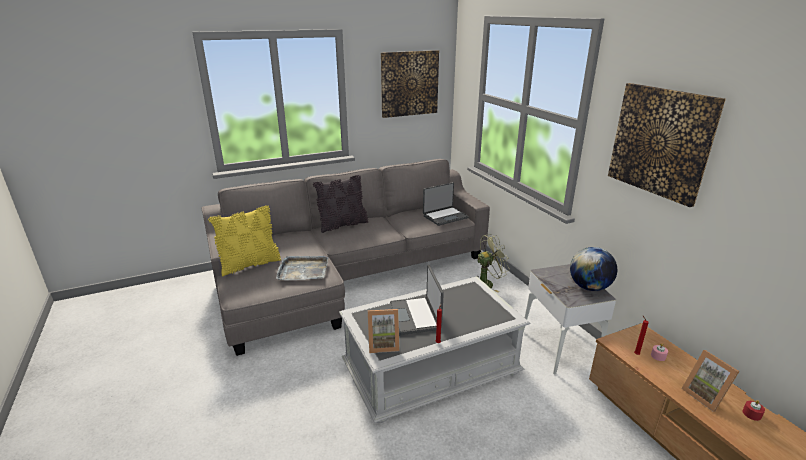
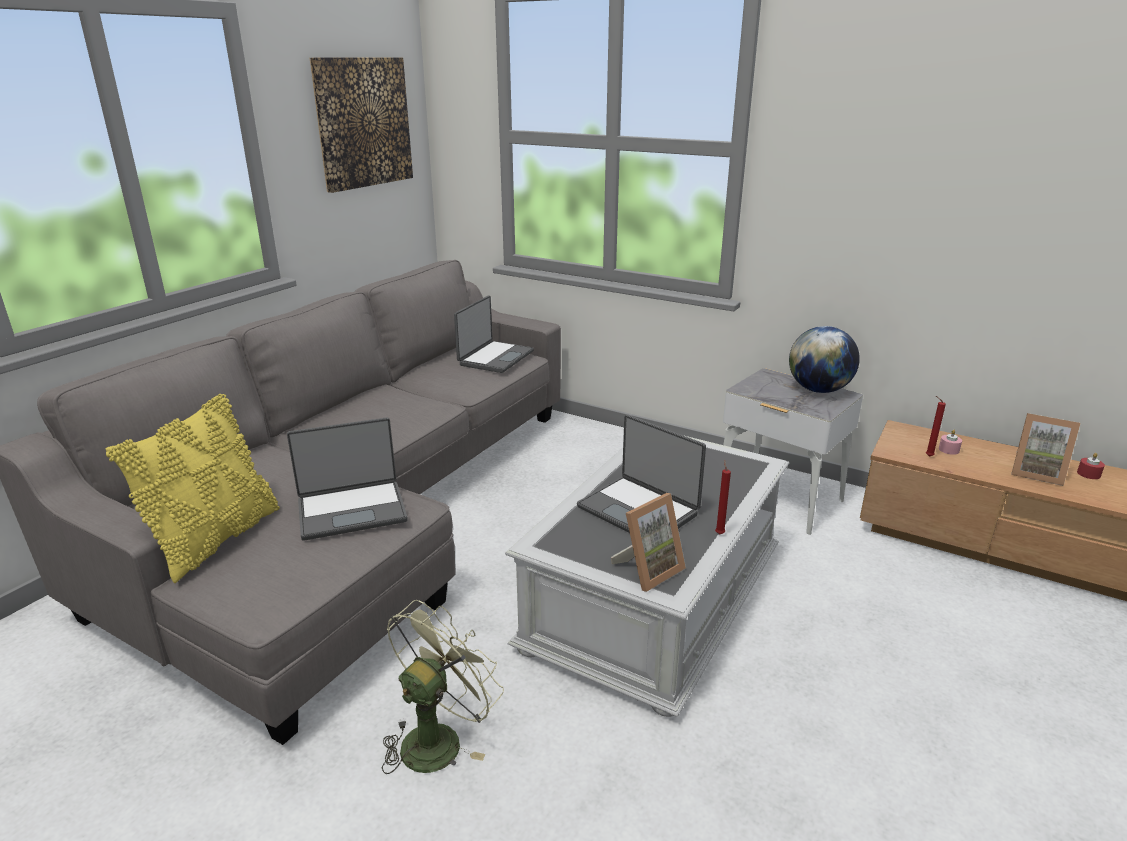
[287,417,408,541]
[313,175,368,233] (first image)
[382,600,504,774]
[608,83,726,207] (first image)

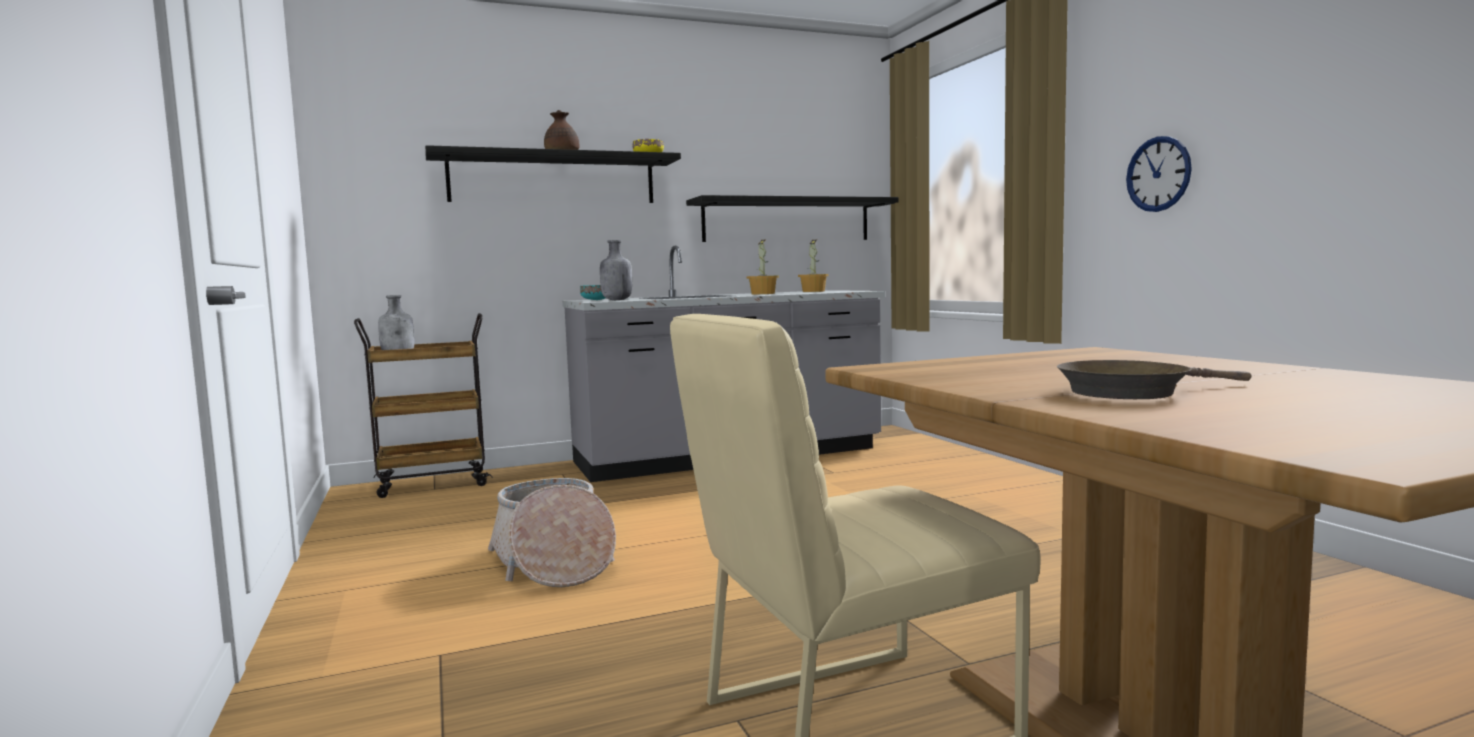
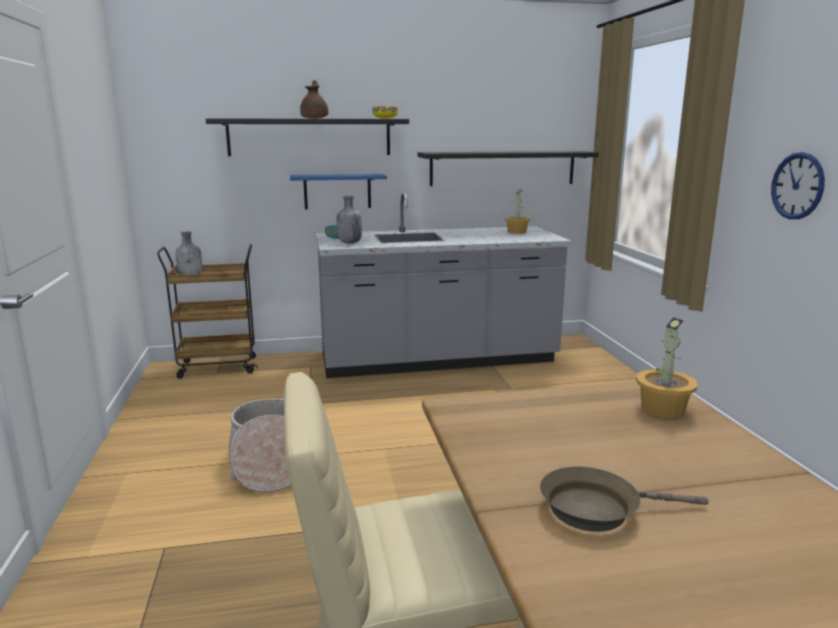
[636,317,698,418]
[290,174,387,210]

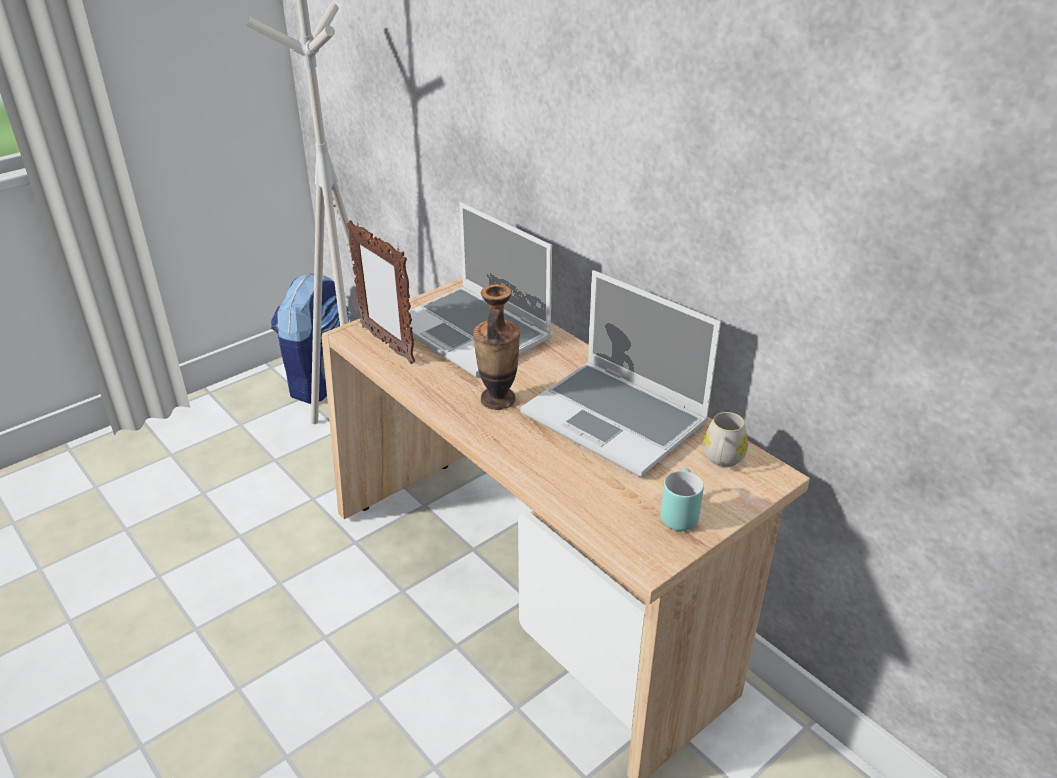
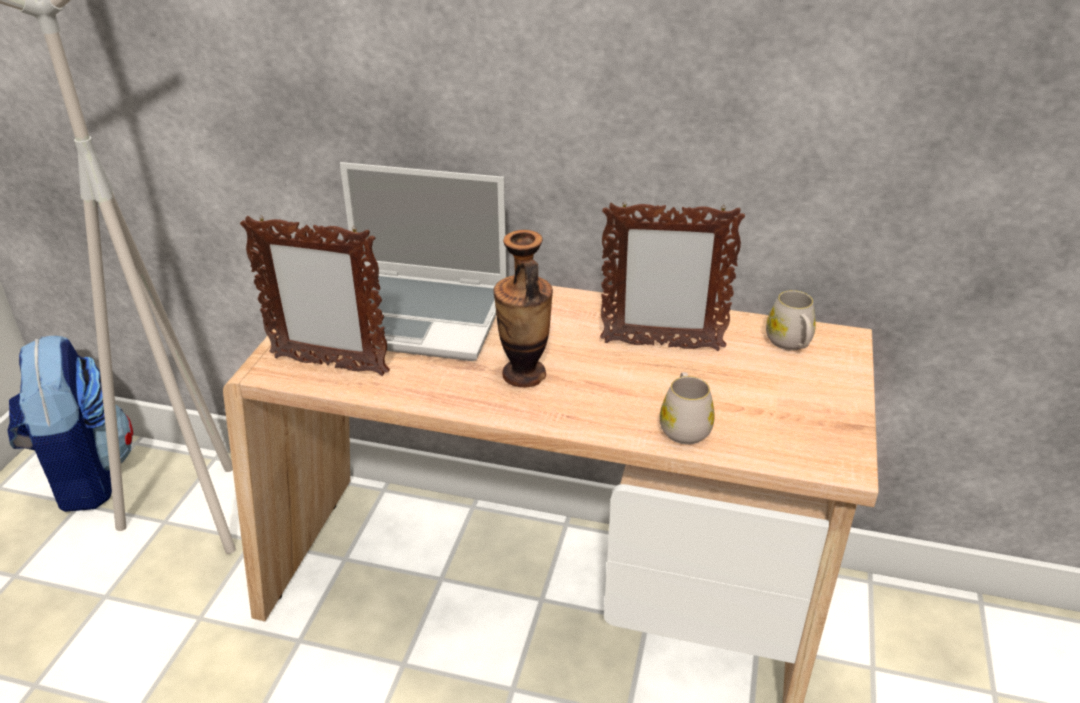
[600,201,745,351]
[661,468,704,531] (first image)
[660,372,715,444]

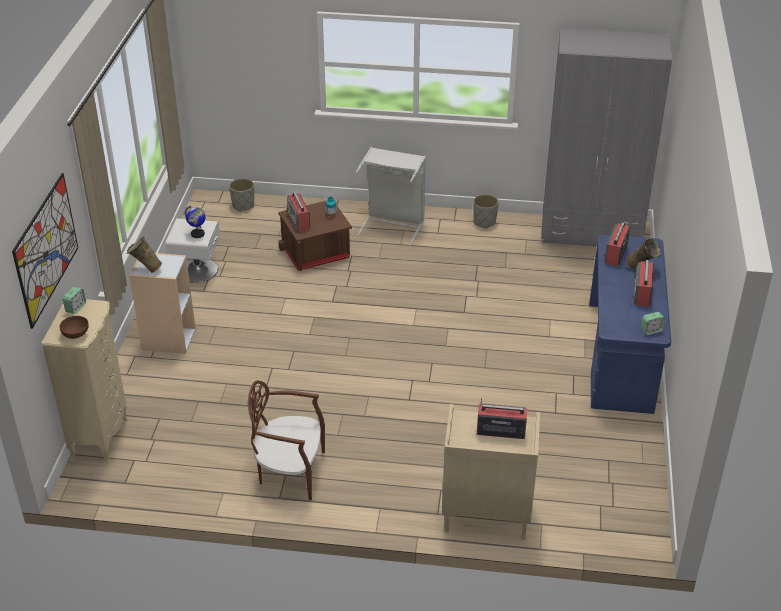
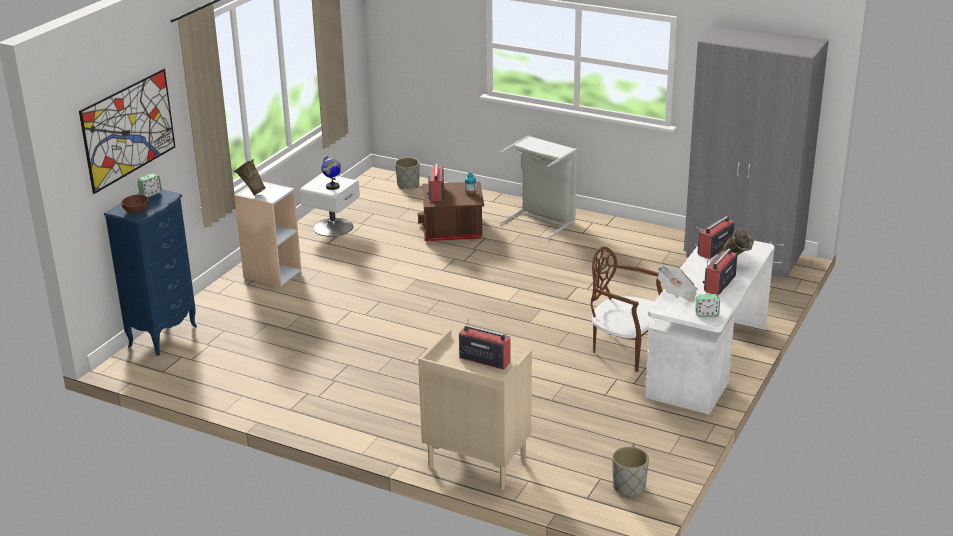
[104,189,197,356]
[590,246,662,372]
[612,447,649,497]
[645,241,775,414]
[658,266,698,303]

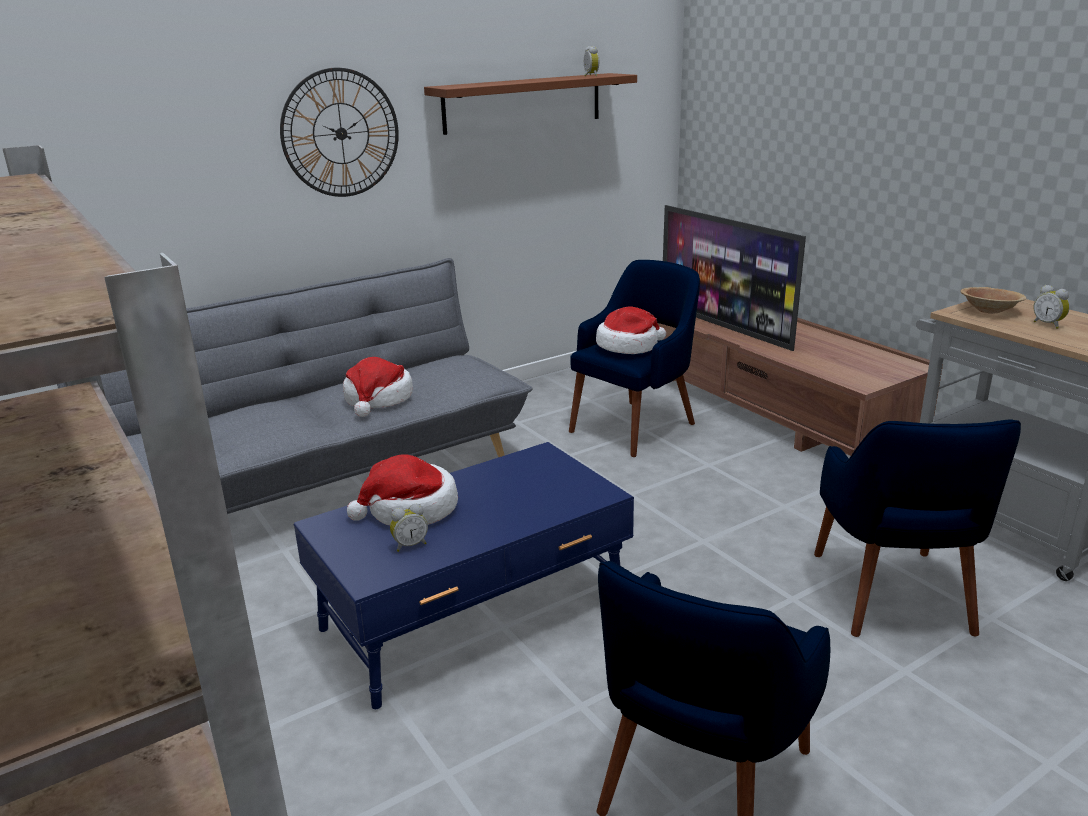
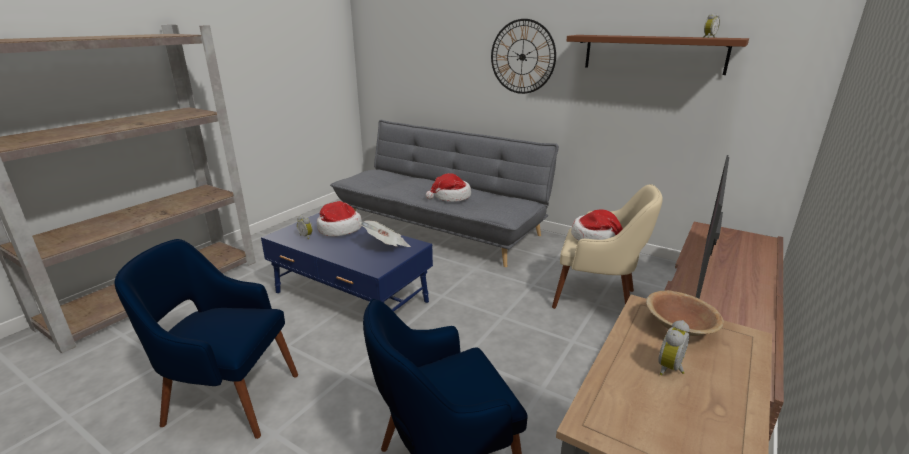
[552,184,663,309]
[359,221,411,247]

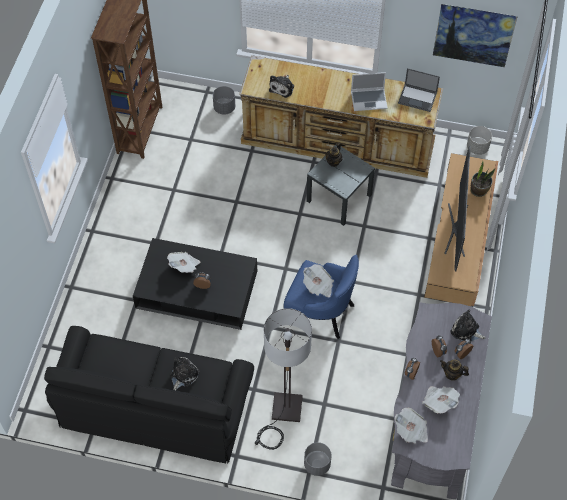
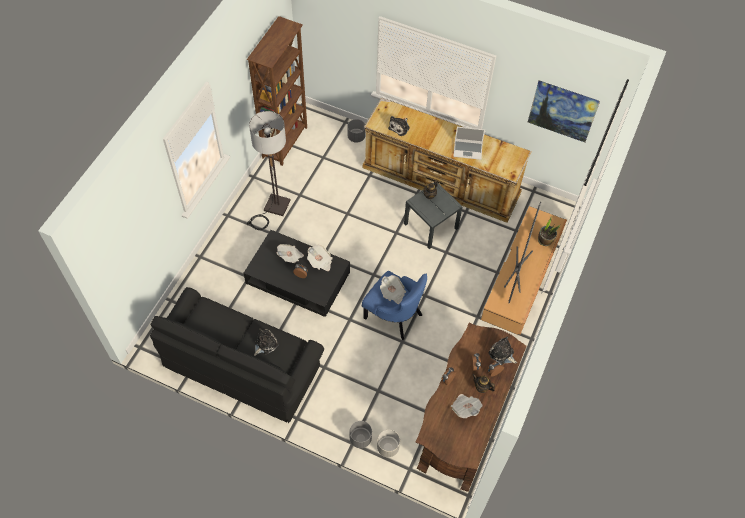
[247,111,290,230]
[416,323,527,492]
[307,245,333,271]
[398,68,440,112] (first image)
[377,430,400,457]

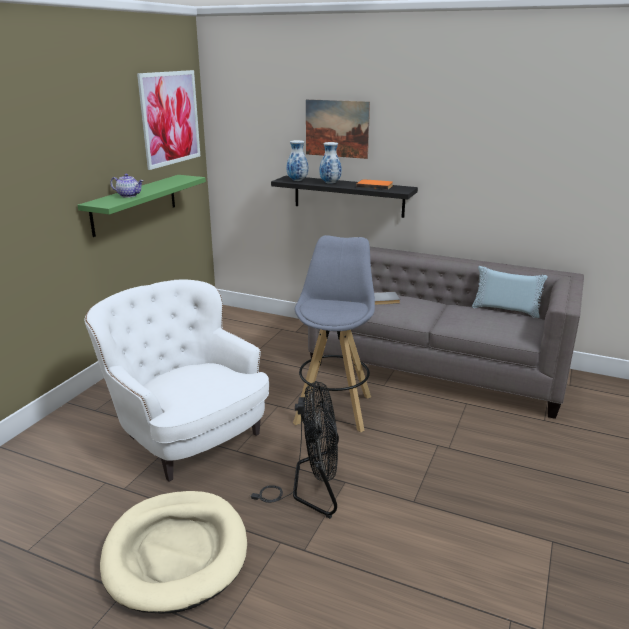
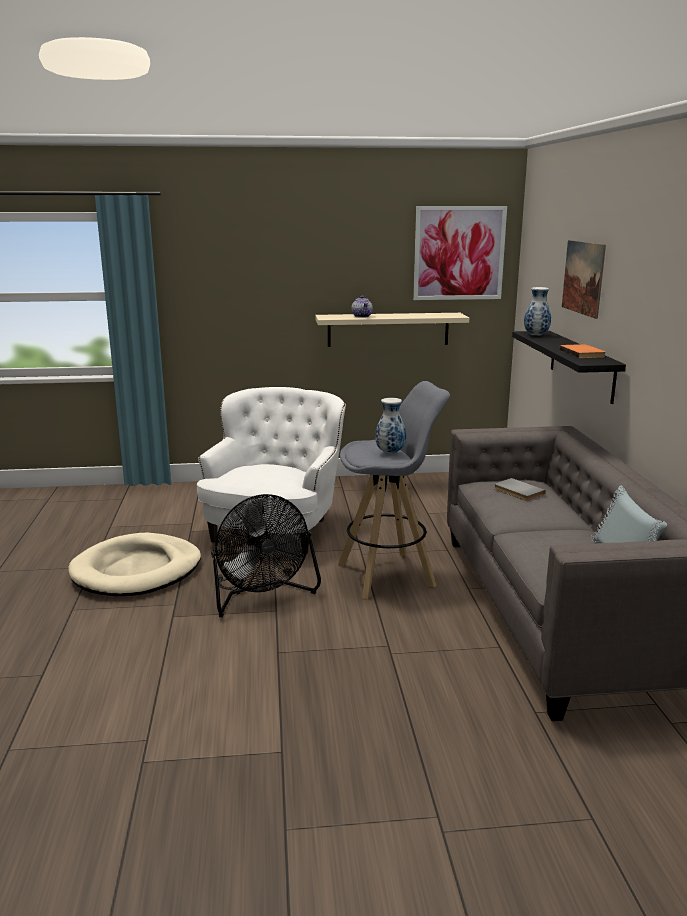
[315,313,469,347]
[375,398,406,454]

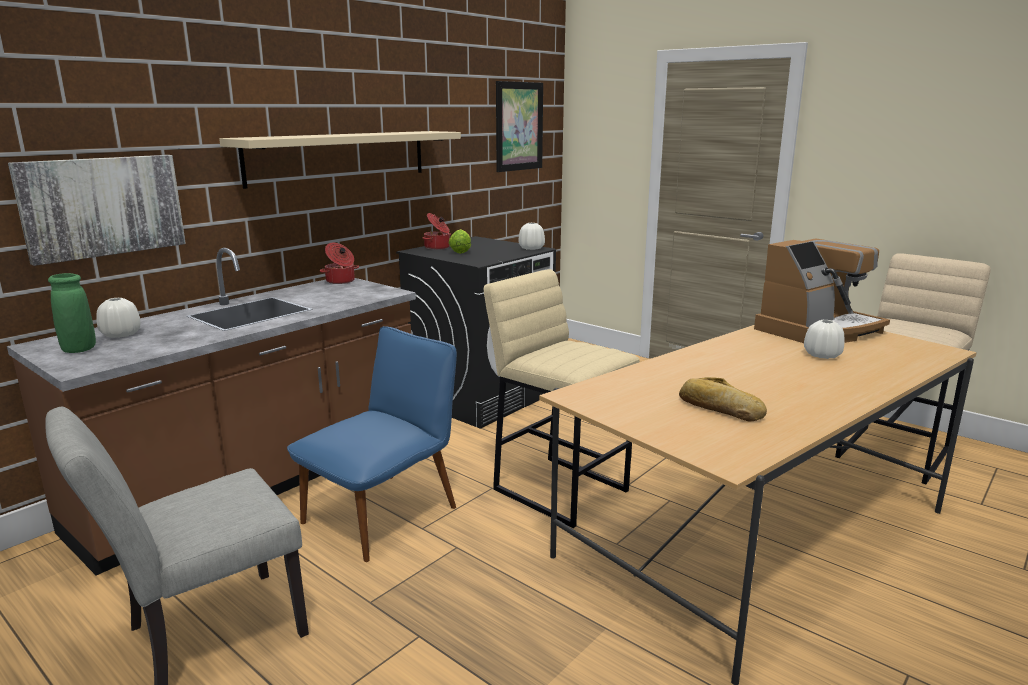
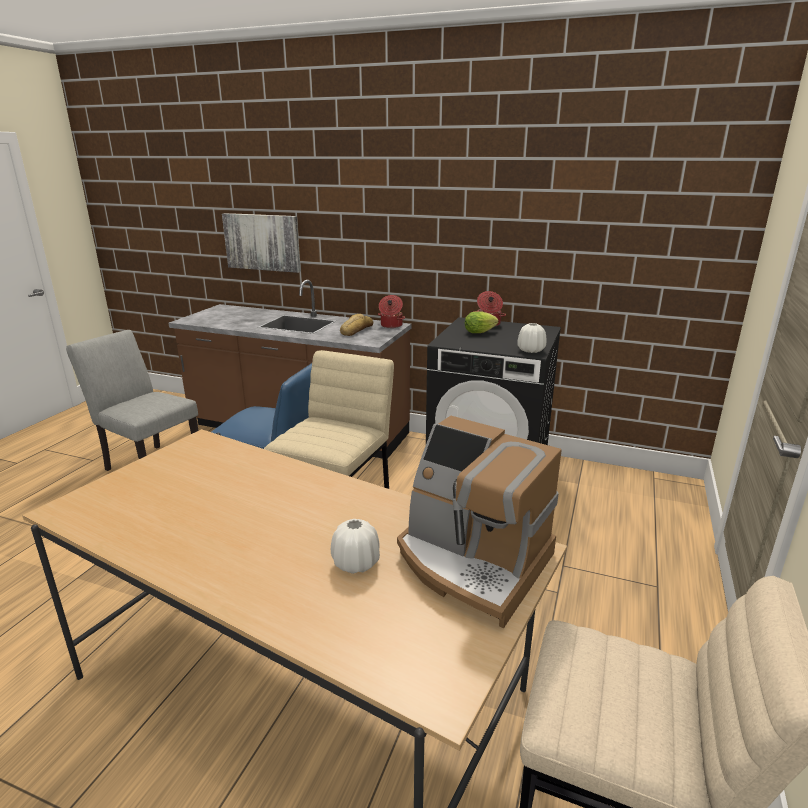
[48,273,96,353] (first image)
[96,298,141,338] (first image)
[219,131,461,189] (first image)
[496,81,543,172] (first image)
[340,314,373,336]

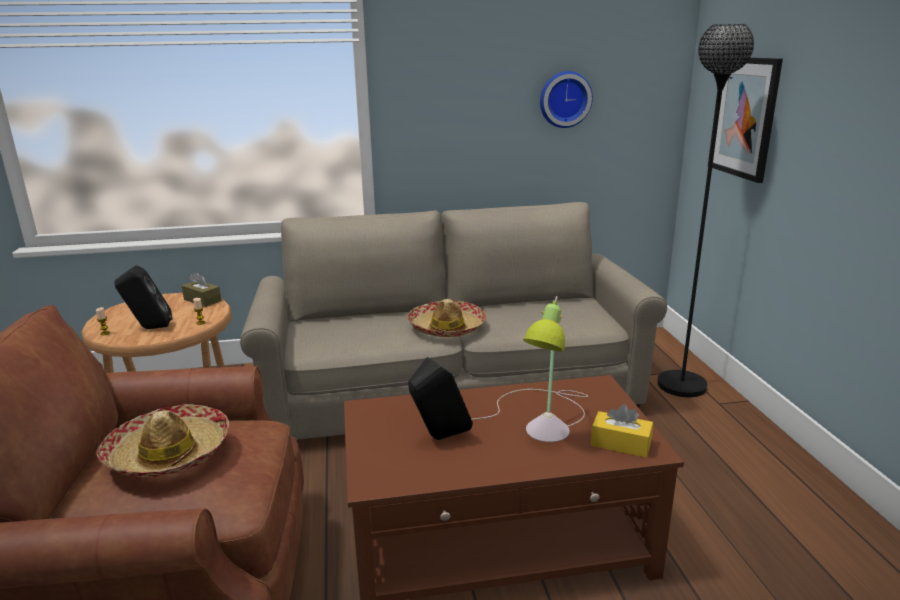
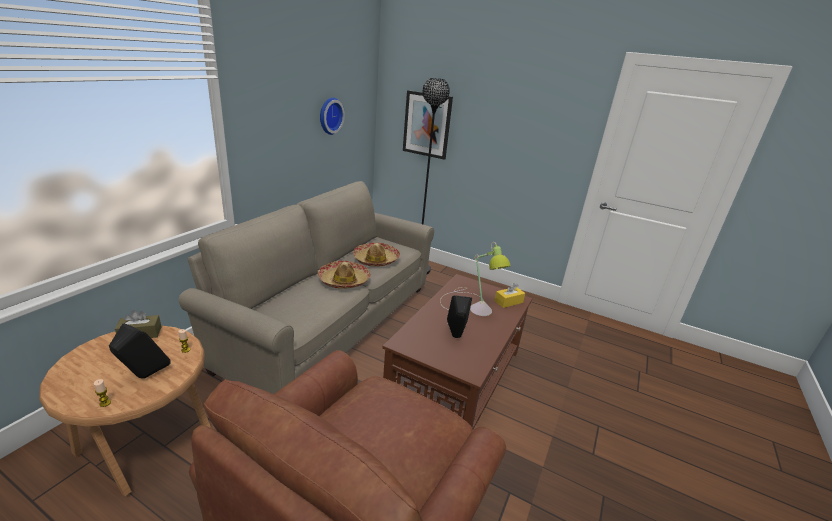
[353,243,400,267]

